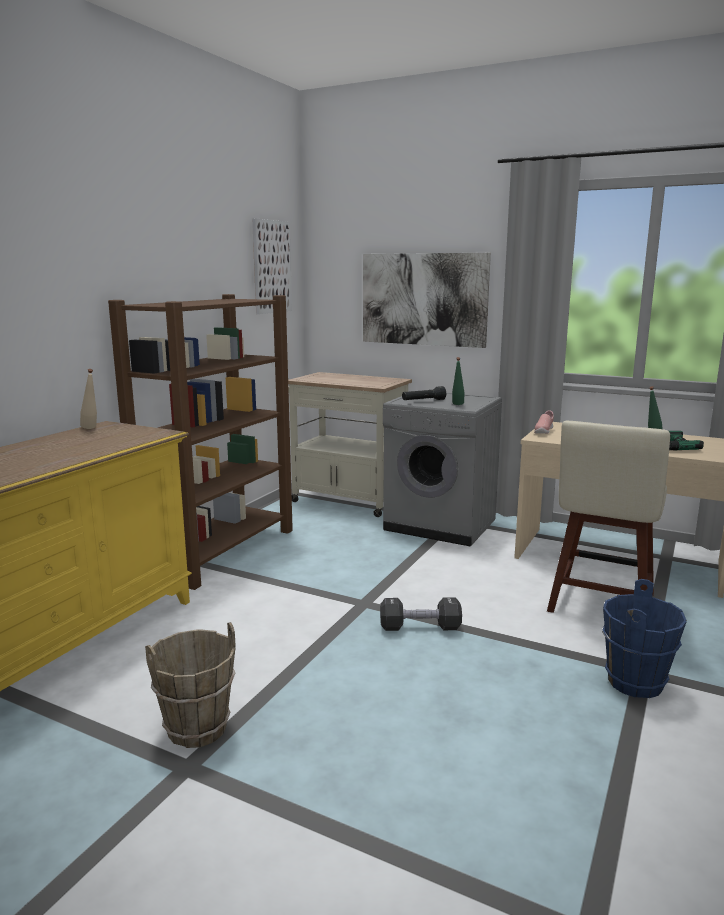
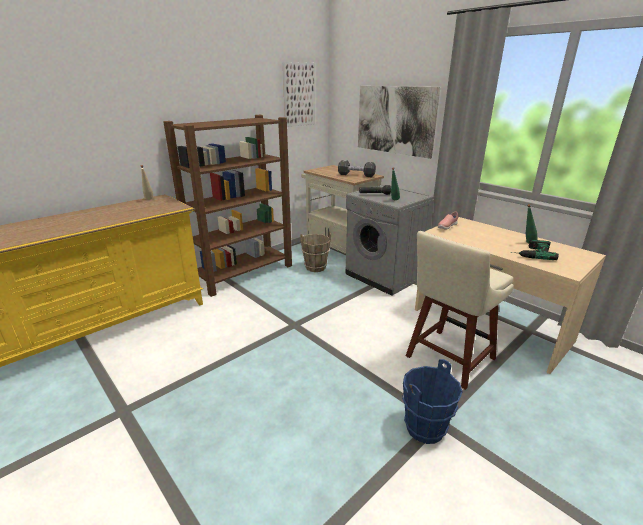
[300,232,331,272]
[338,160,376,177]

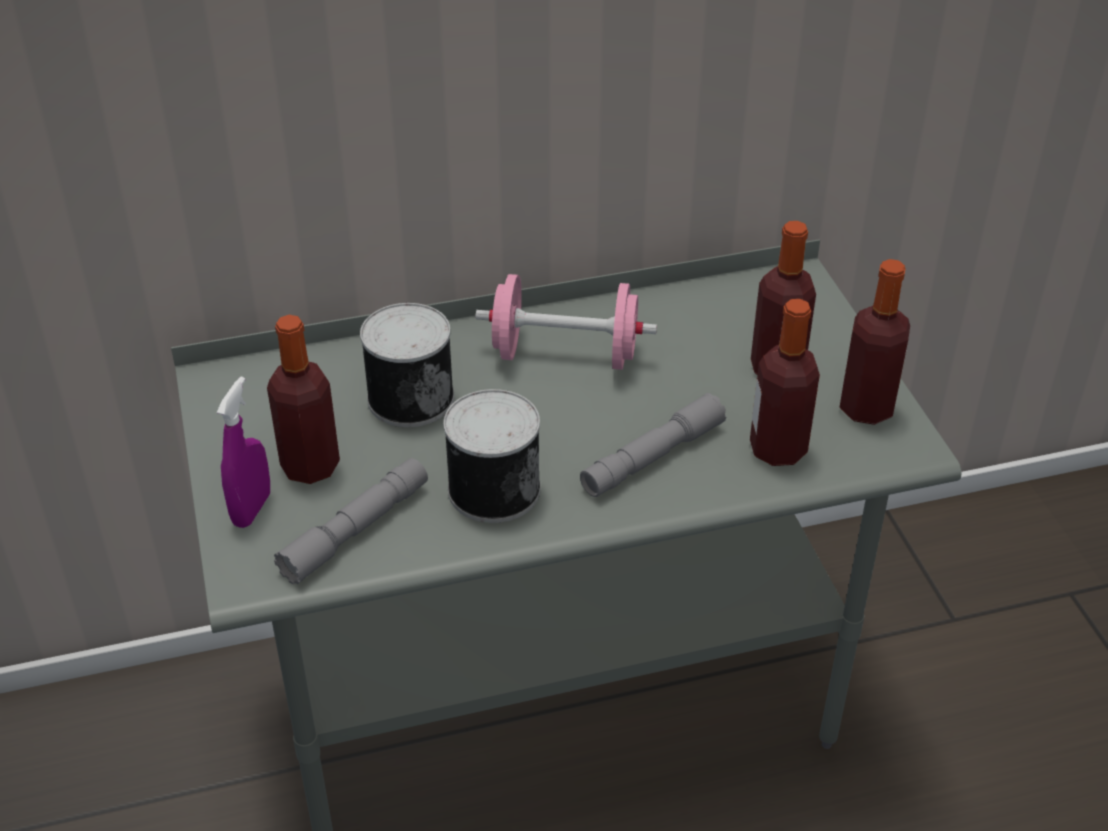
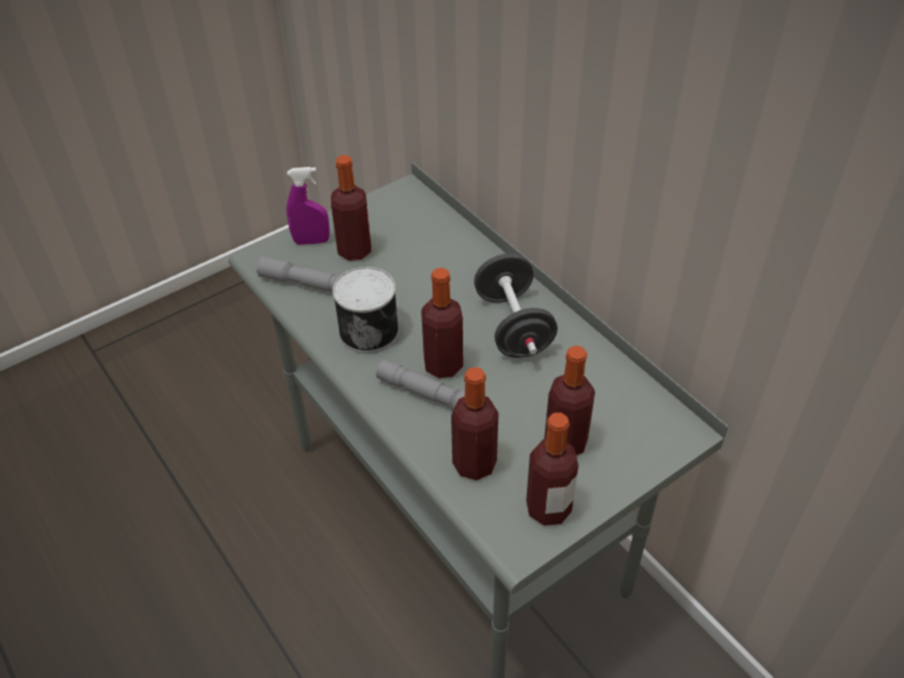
[360,303,454,427] (first image)
[474,253,558,358]
[421,268,463,378]

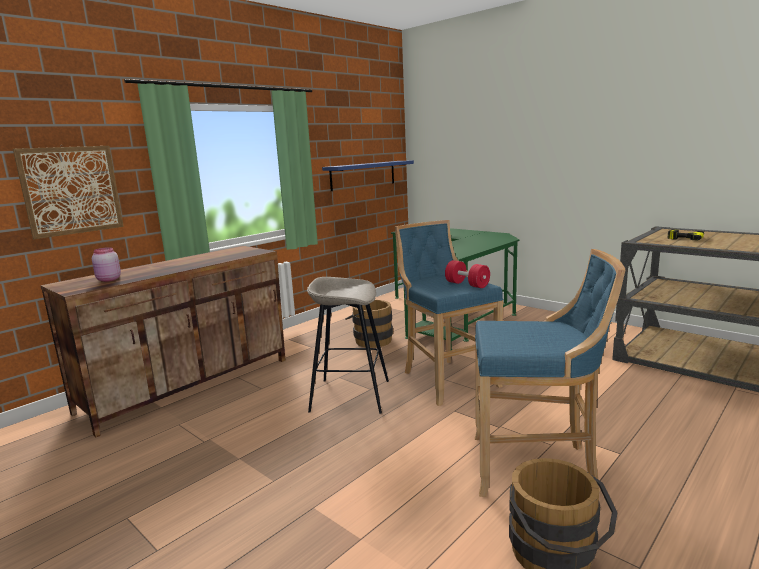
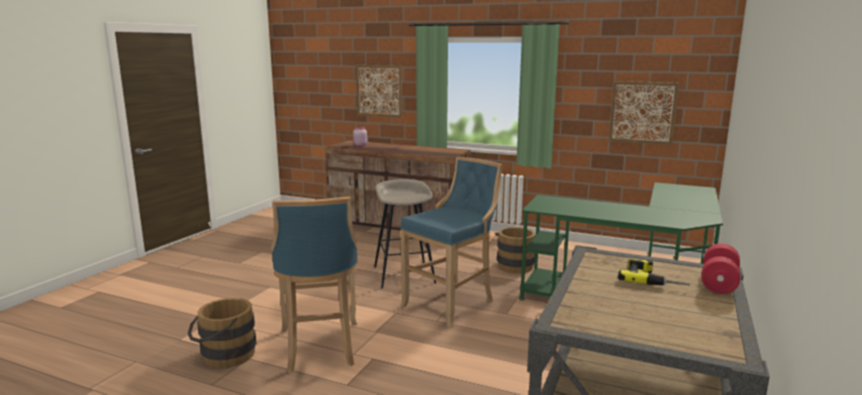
[609,80,679,145]
[701,243,740,294]

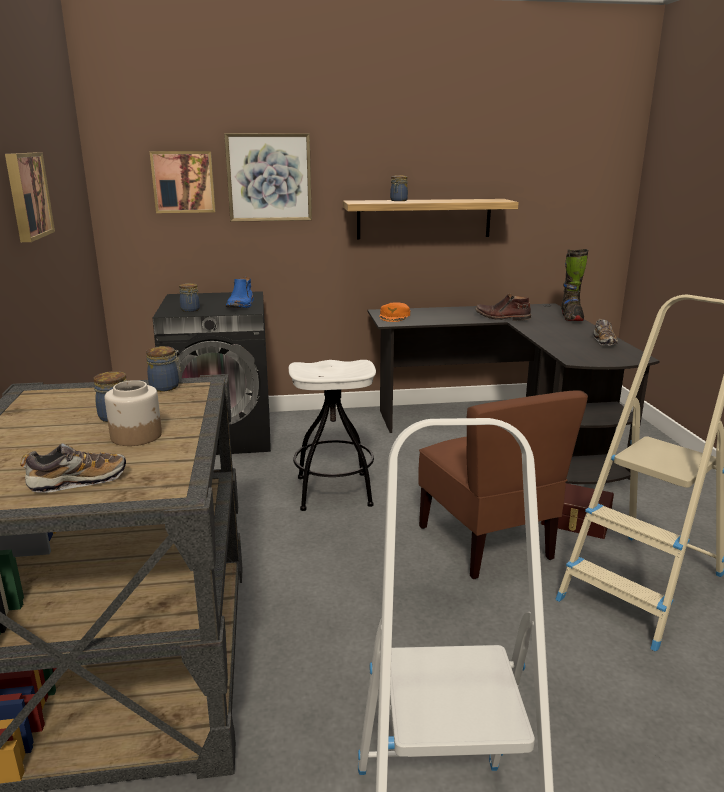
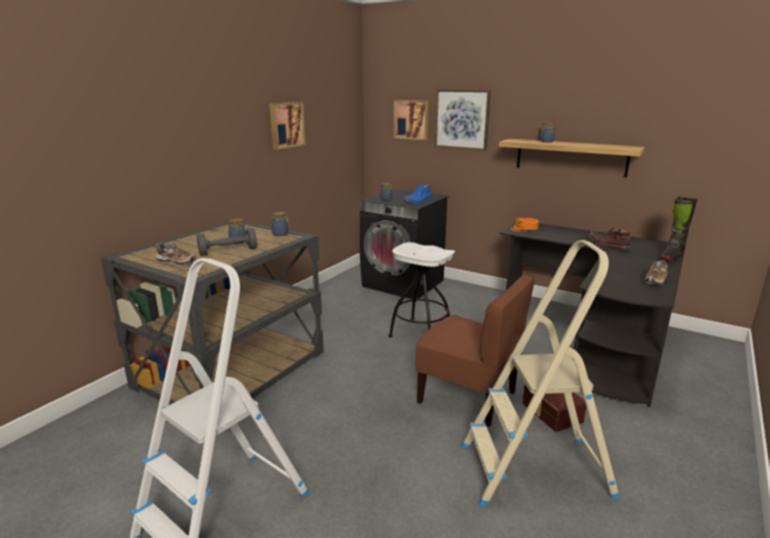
[197,228,257,256]
[415,275,535,427]

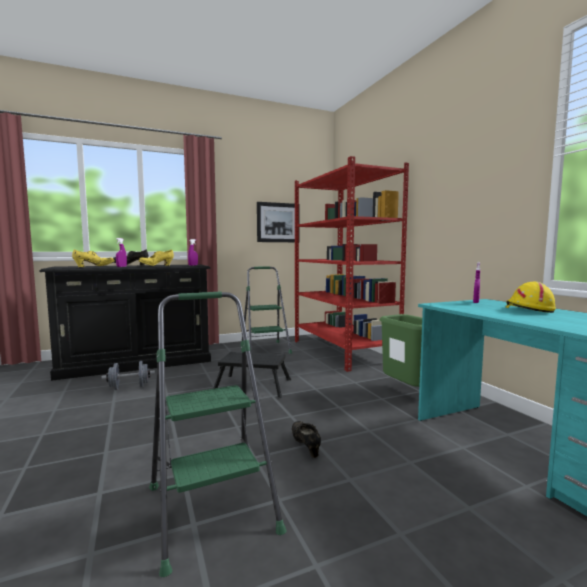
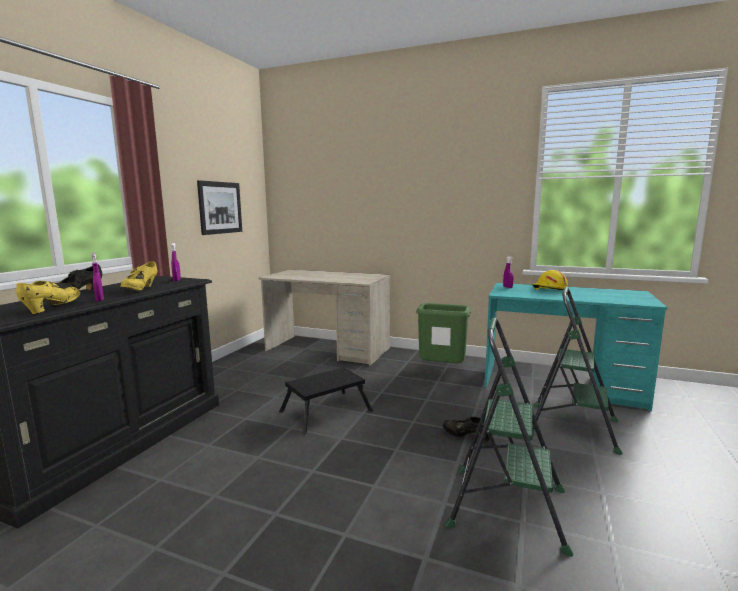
[101,361,155,390] (first image)
[533,287,623,455]
[258,269,390,366]

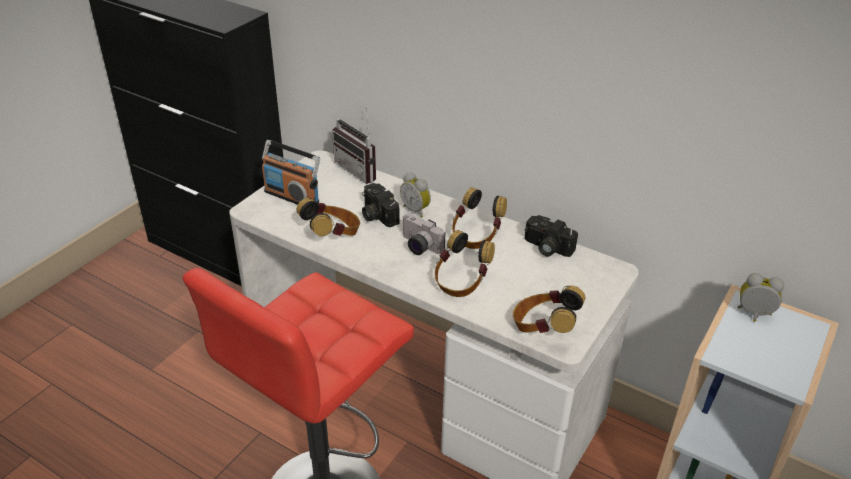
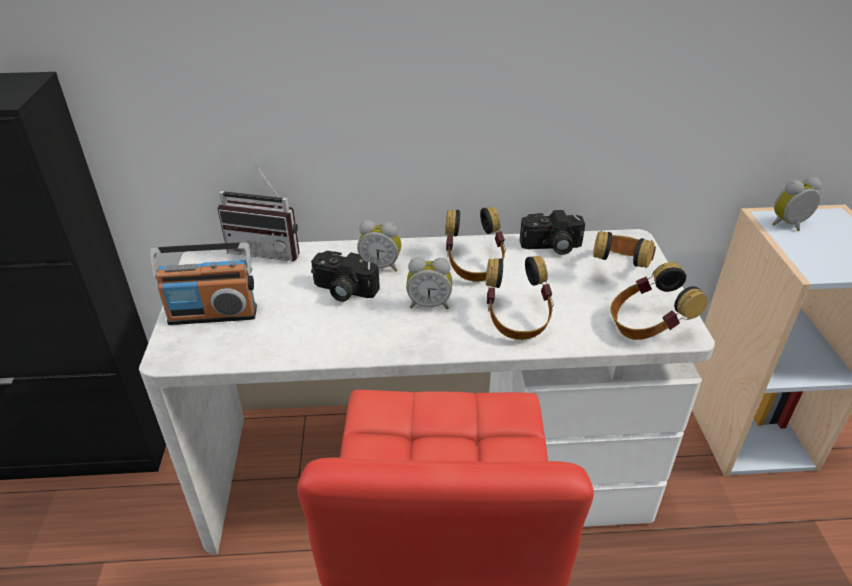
[593,232,656,268]
[406,257,452,309]

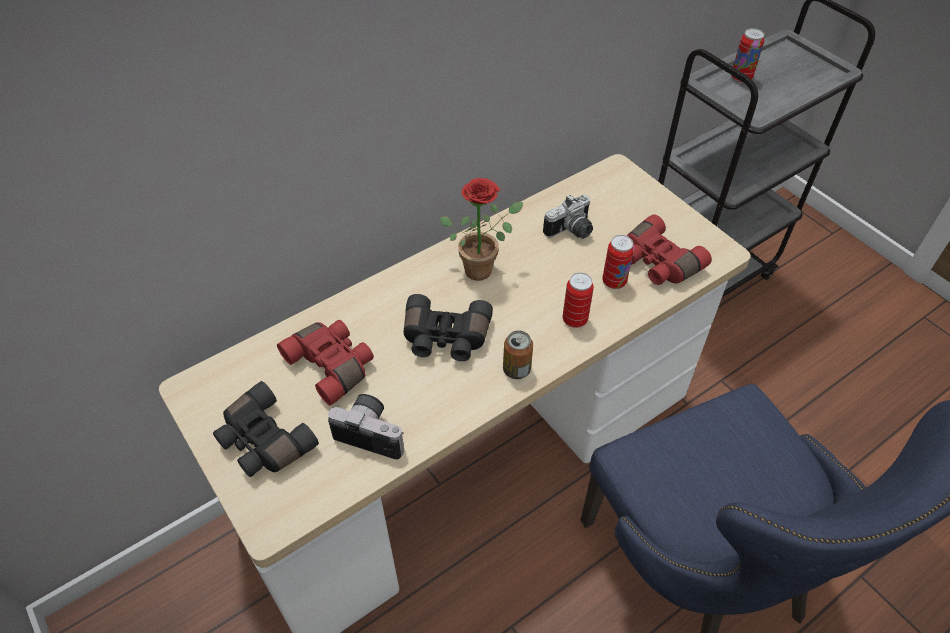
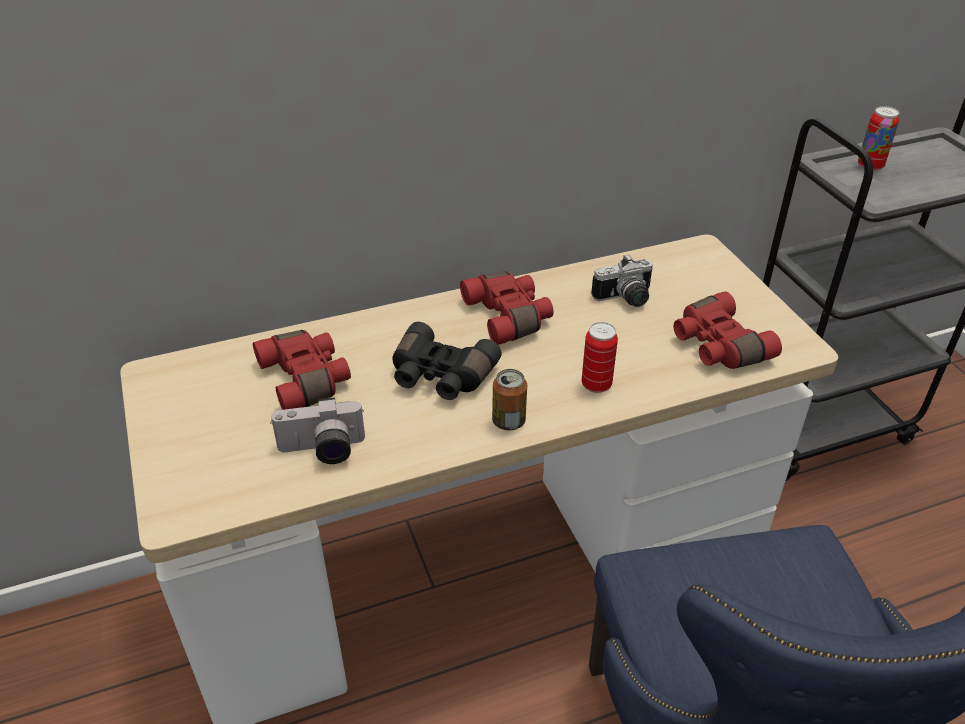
[213,381,319,477] (first image)
[270,397,365,464]
[460,272,554,345]
[602,235,634,289] (first image)

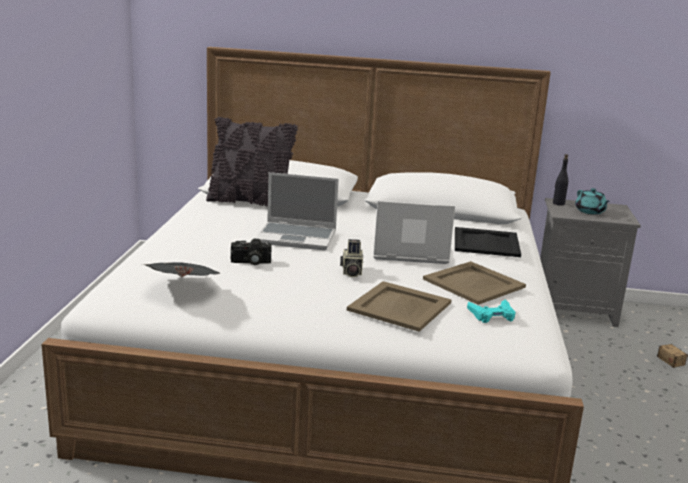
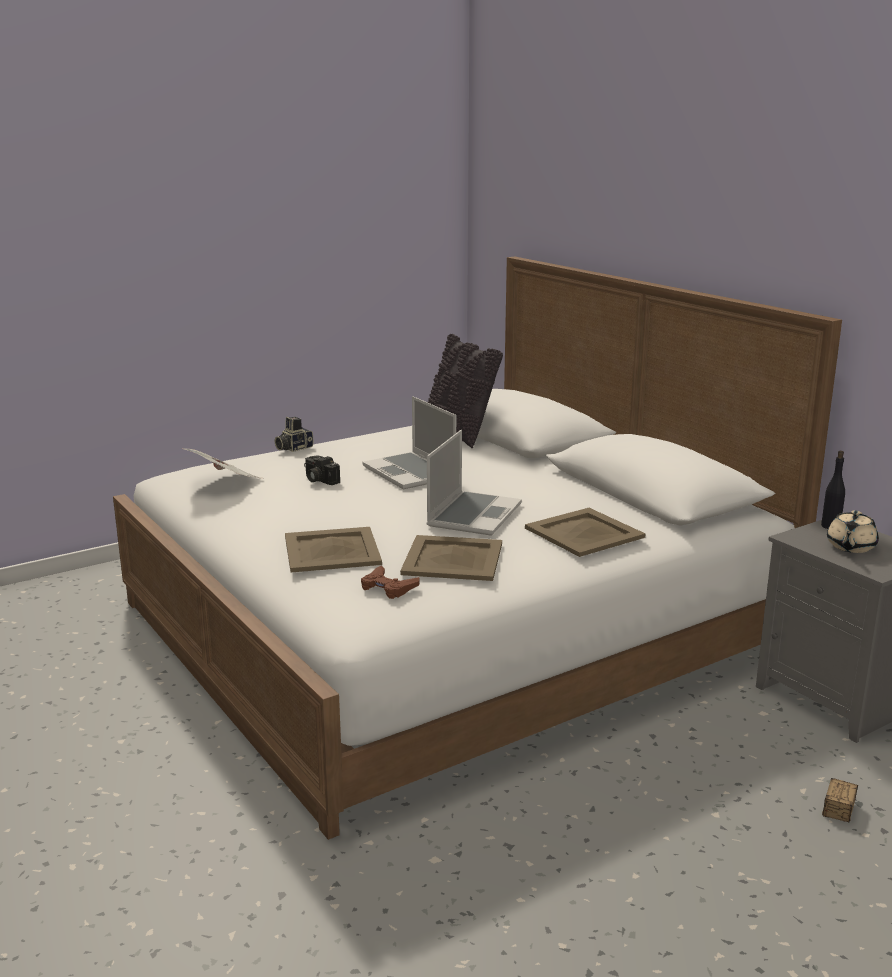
[275,417,313,452]
[427,430,522,536]
[525,508,646,557]
[361,565,419,599]
[827,510,879,553]

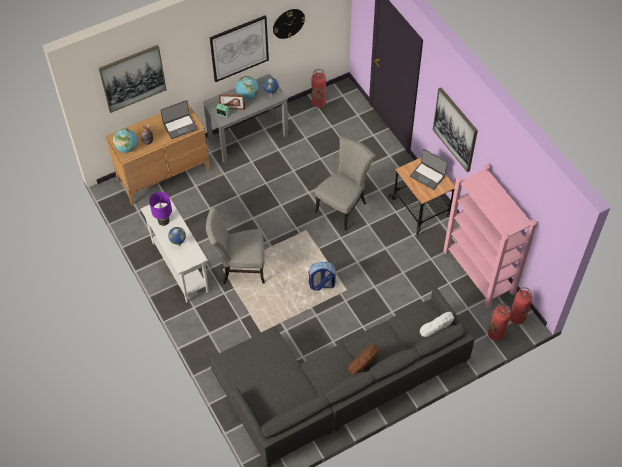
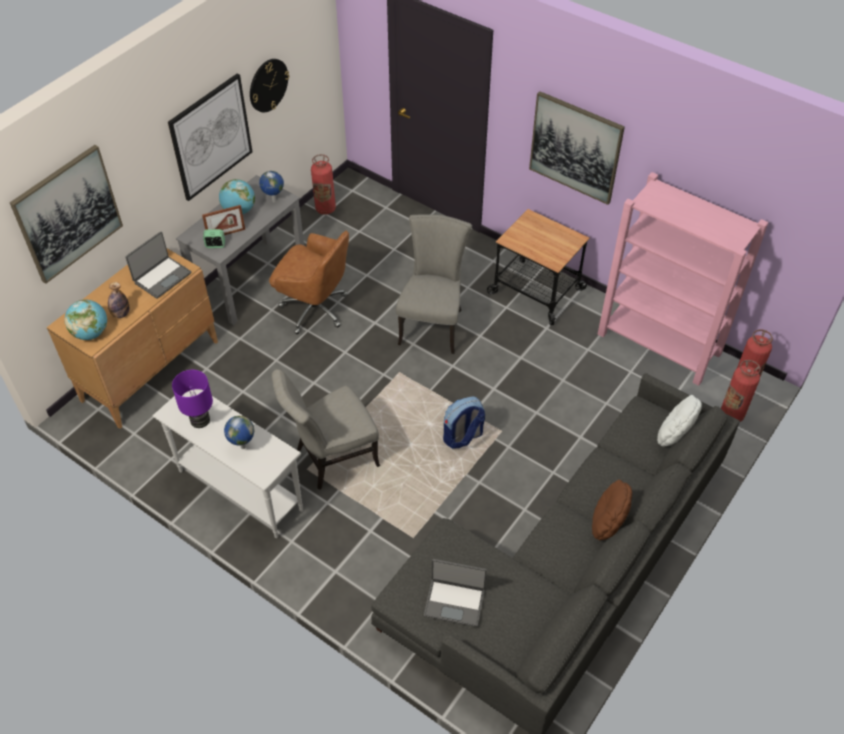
[424,559,487,627]
[269,231,349,334]

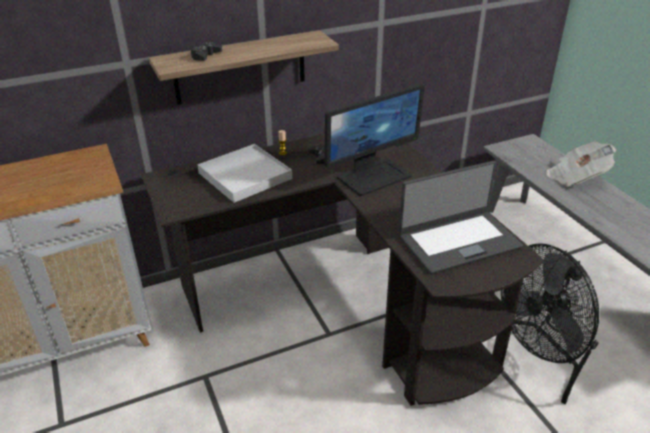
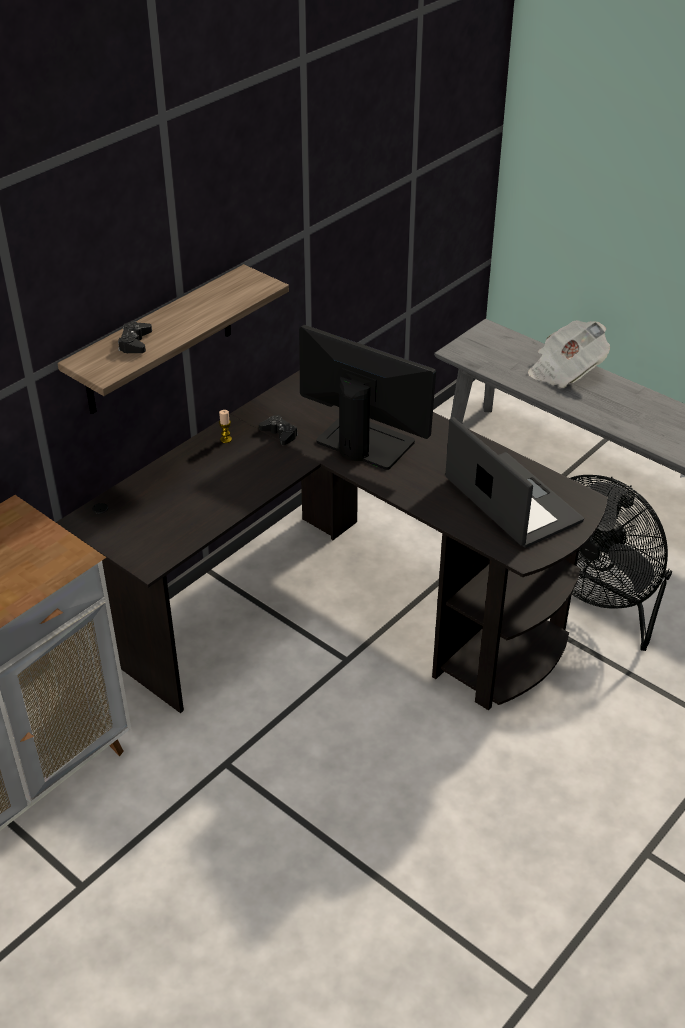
[197,144,292,203] (first image)
[299,325,436,470]
[445,417,584,548]

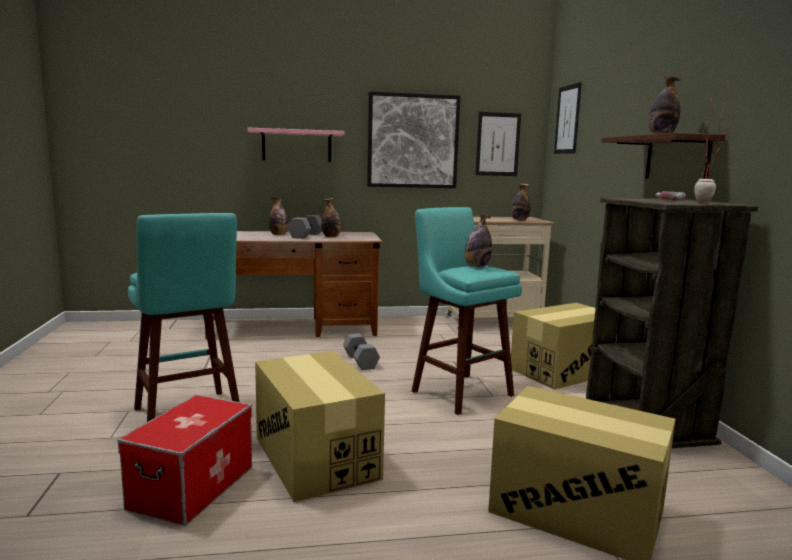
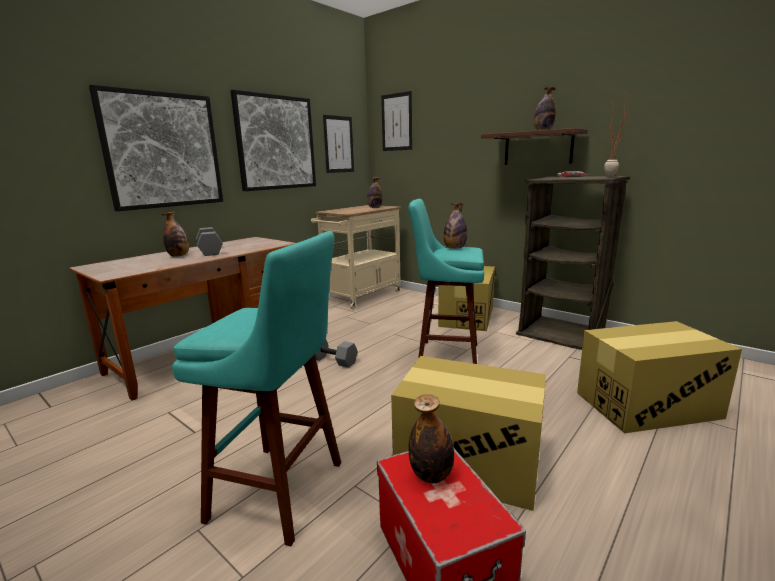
[89,85,223,211]
[408,394,454,483]

